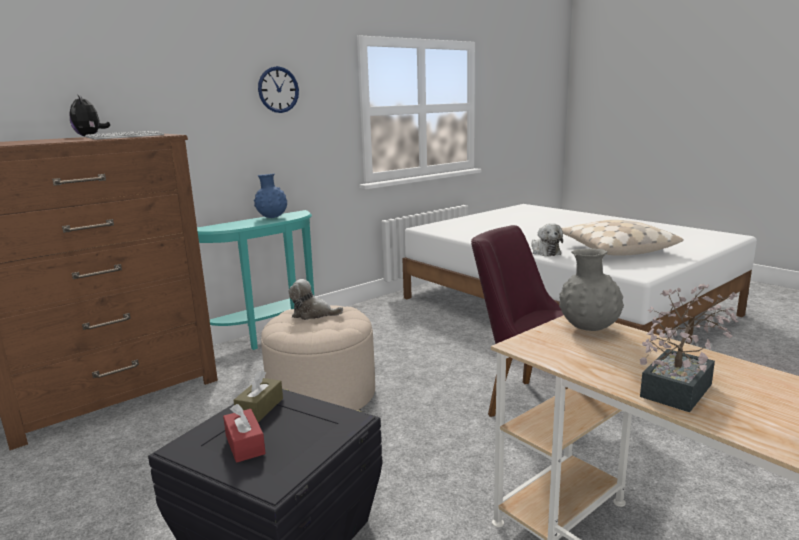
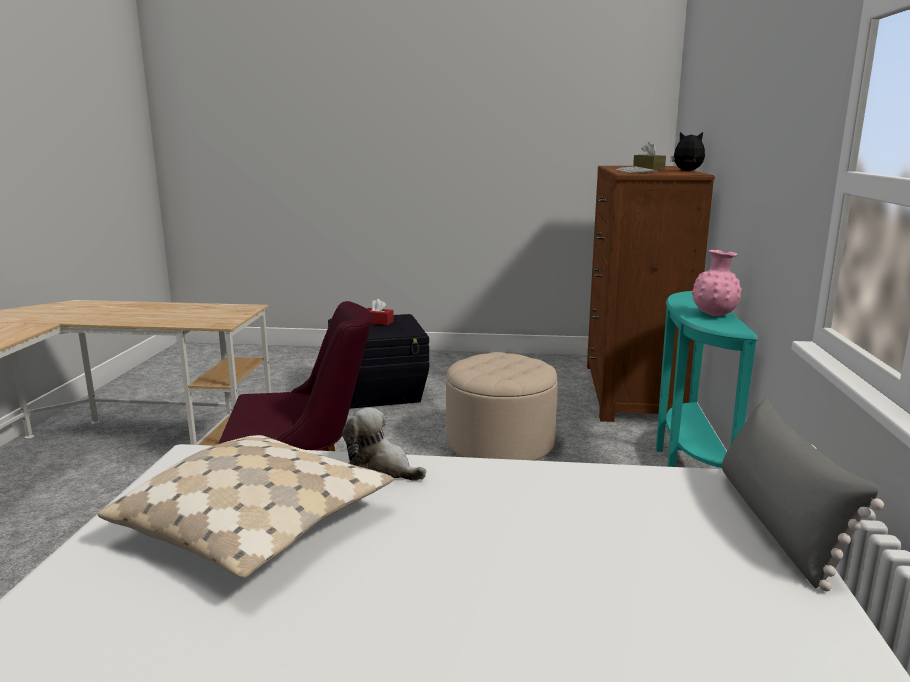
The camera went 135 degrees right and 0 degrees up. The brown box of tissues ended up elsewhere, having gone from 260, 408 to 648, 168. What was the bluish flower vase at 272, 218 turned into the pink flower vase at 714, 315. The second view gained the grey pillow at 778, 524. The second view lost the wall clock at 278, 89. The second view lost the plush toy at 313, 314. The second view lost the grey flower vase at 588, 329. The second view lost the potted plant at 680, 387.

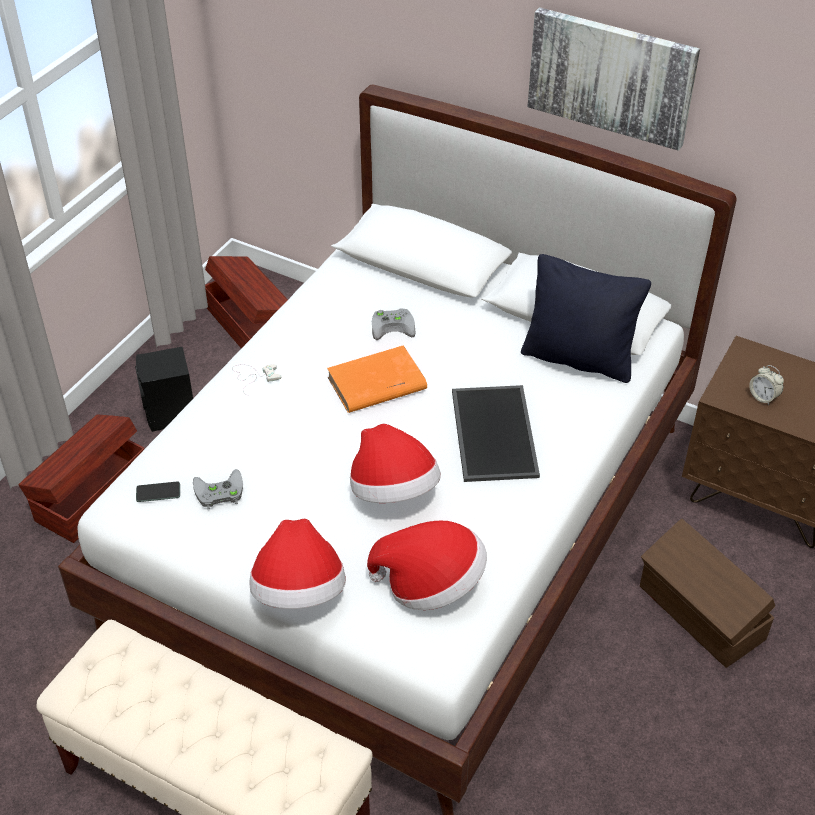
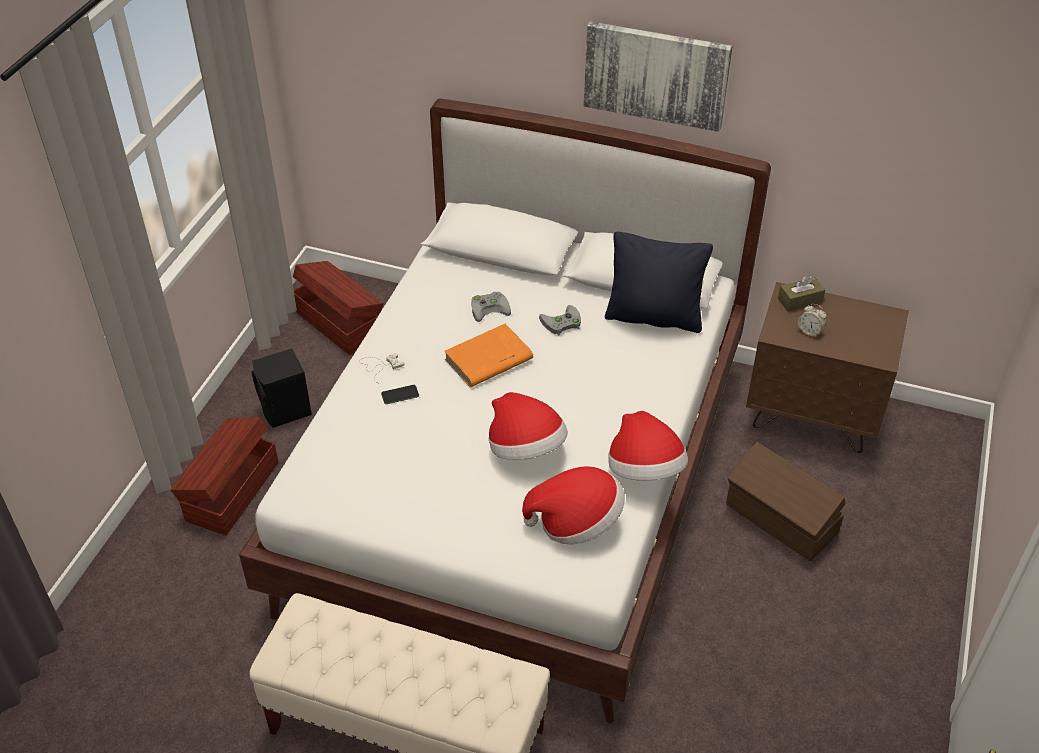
The camera went 10 degrees left and 0 degrees up. The handset ended up elsewhere, having gone from 158, 492 to 400, 395. The grey game controller ended up elsewhere, having gone from 218, 493 to 561, 323. The hat ended up elsewhere, having gone from 299, 592 to 645, 470. The second view gained the brown box of tissues at 800, 300. The second view lost the serving tray at 492, 432.

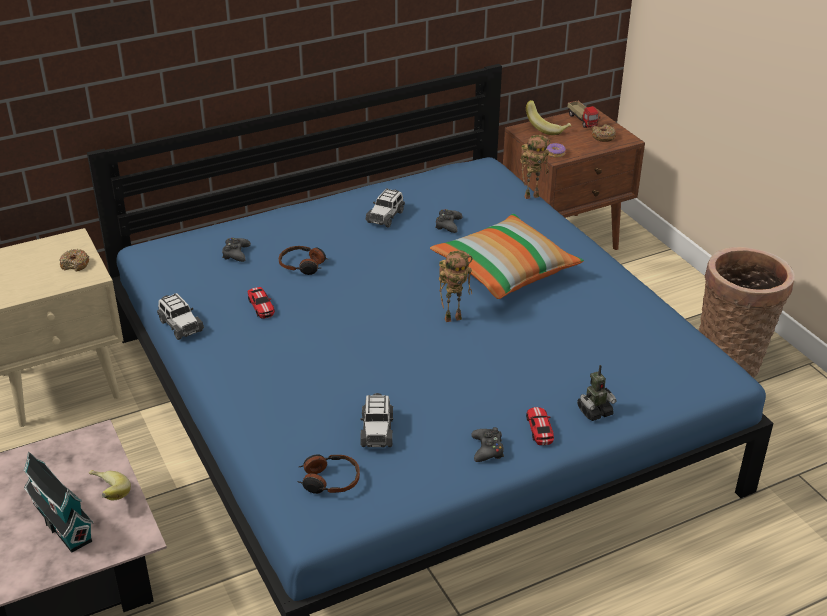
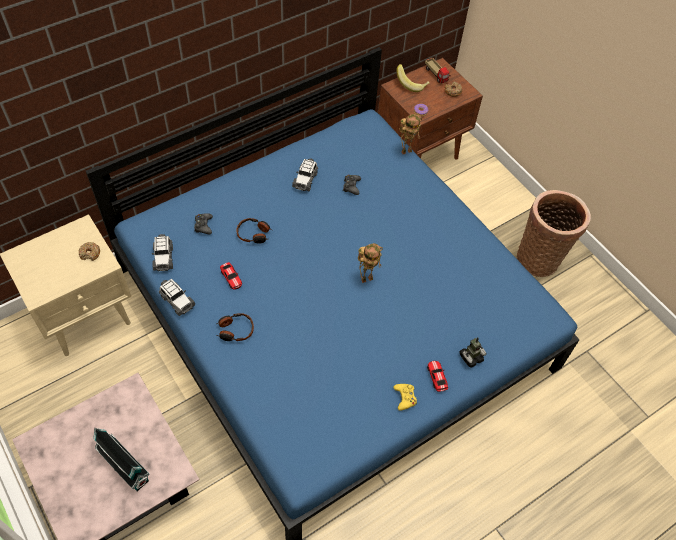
The camera went 10 degrees left and 20 degrees up. The miniature car ended up elsewhere, having gone from 377, 431 to 163, 257. The headphones ended up elsewhere, having gone from 329, 480 to 235, 330. What was the blackish game controller at 487, 449 turned into the yellowish game controller at 405, 398. The second view lost the banana at 107, 496. The second view lost the pillow at 505, 271.

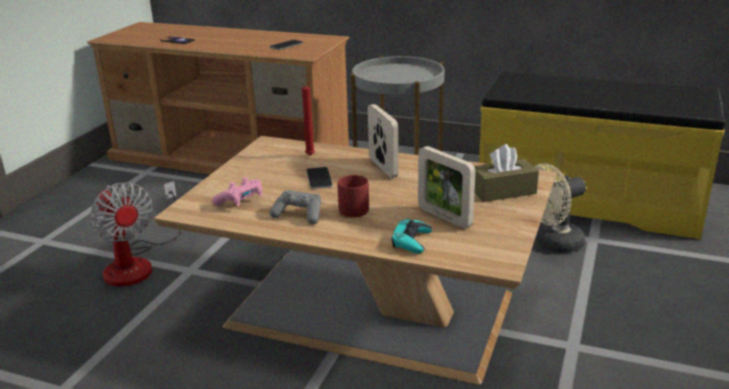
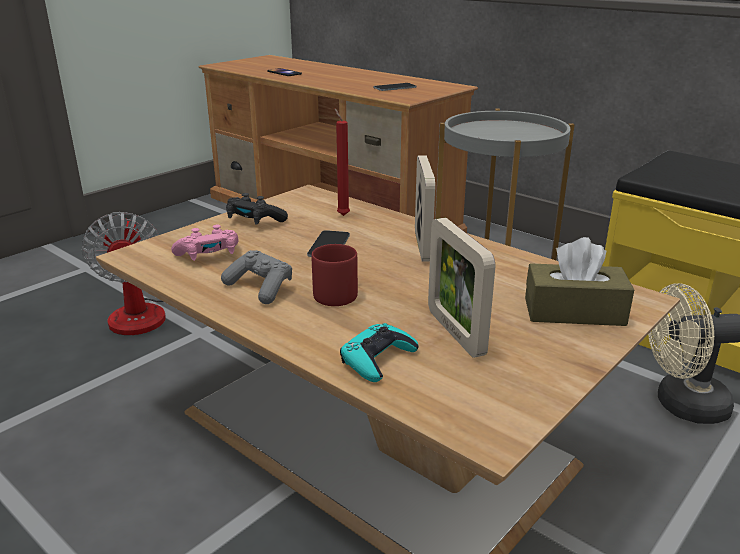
The camera went 20 degrees right and 0 degrees up. The second view gained the blackish game controller at 254, 221.

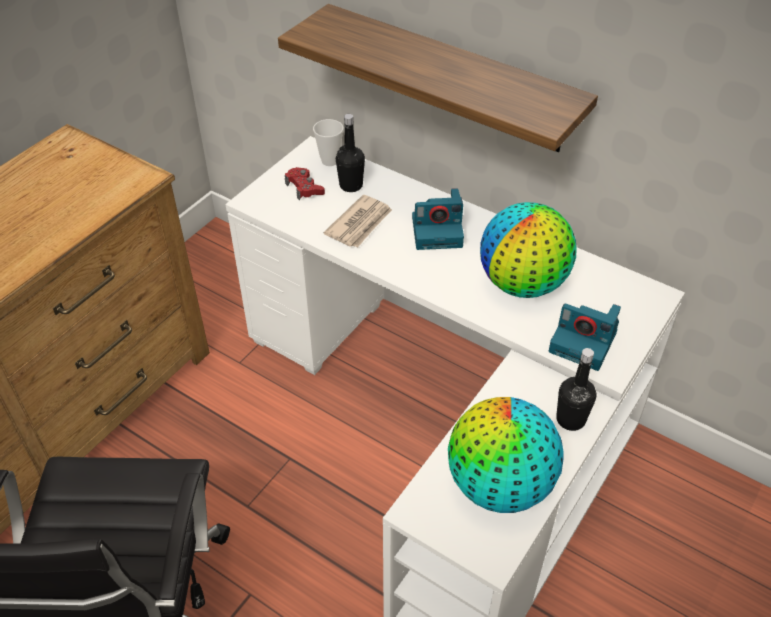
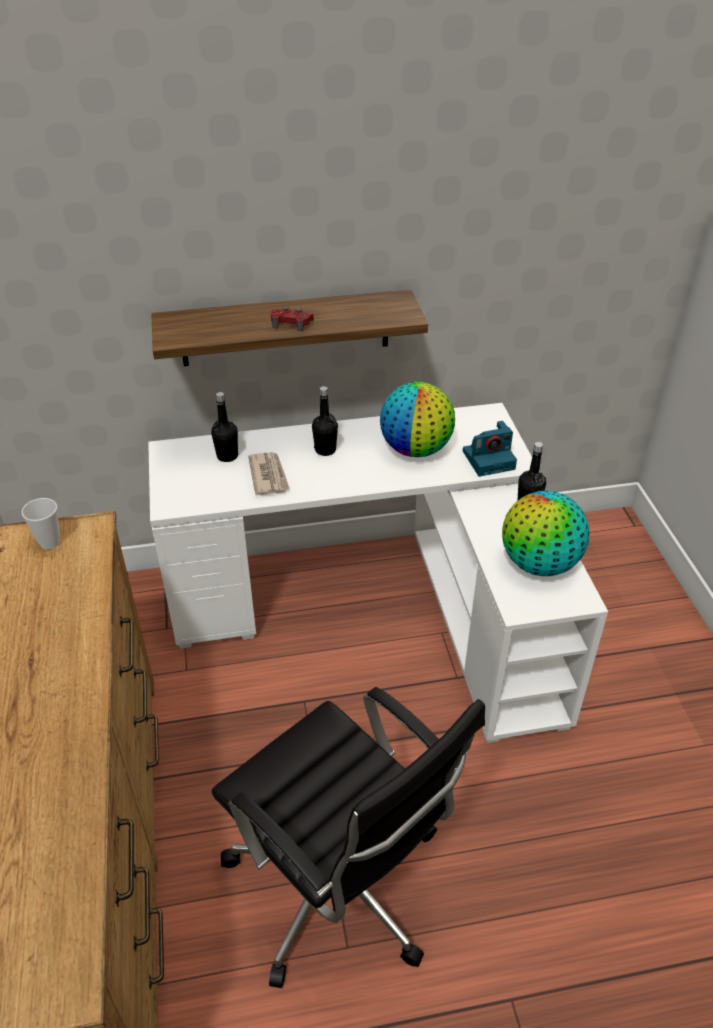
The camera went 45 degrees left and 5 degrees down. The drinking cup ended up elsewhere, having gone from 330, 161 to 49, 542. The reddish game controller ended up elsewhere, having gone from 304, 188 to 291, 323. Where the still camera stood at 438, 231, the blackish drink bottle came to stand at 325, 450.

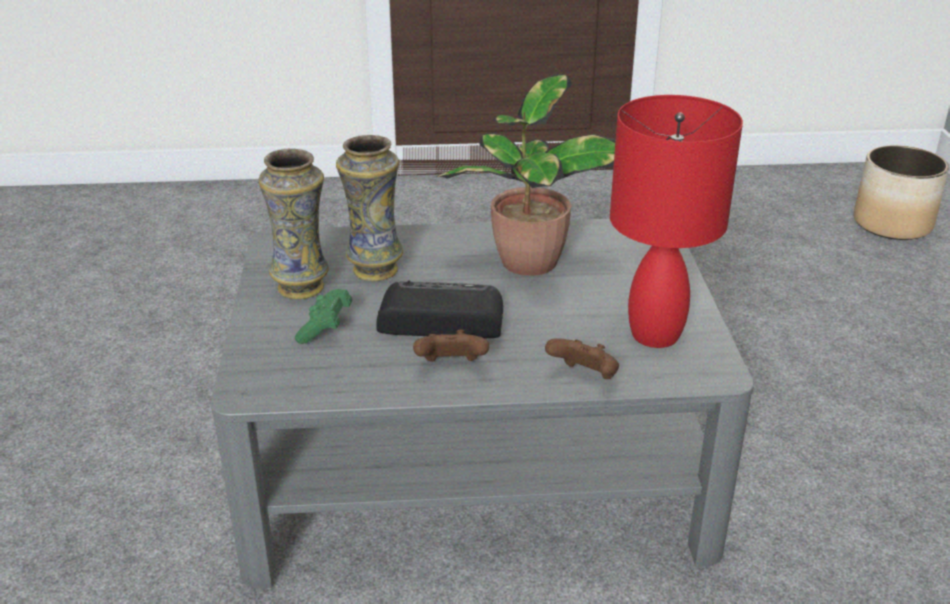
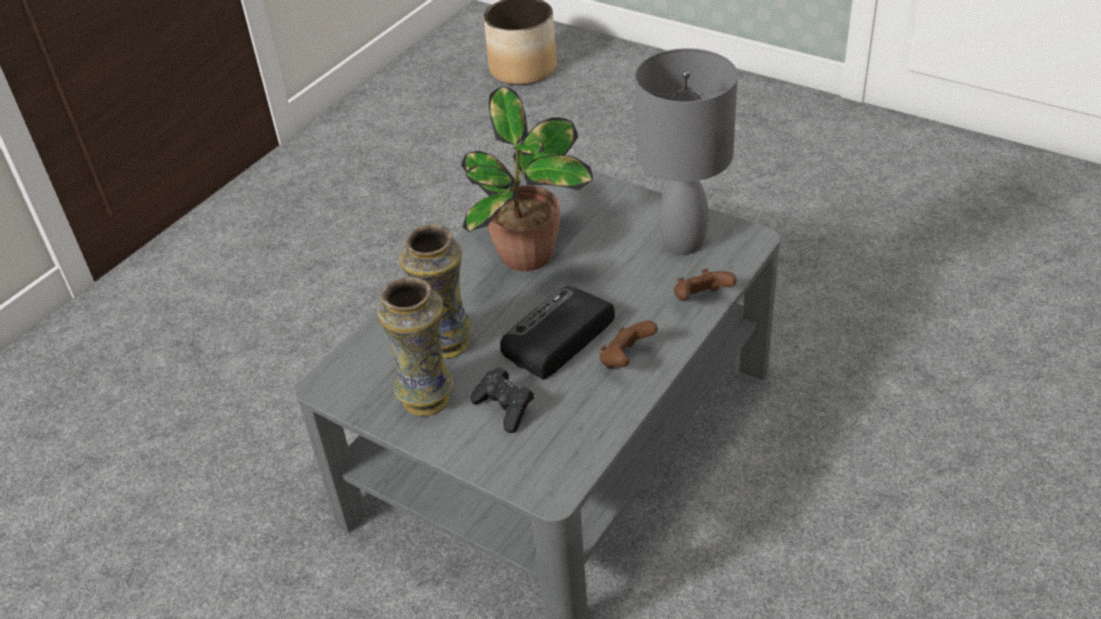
The camera went 50 degrees left and 10 degrees up. What was the greenish game controller at 325, 328 turned into the blackish game controller at 505, 408. What was the reddish lamp for a table at 657, 335 turned into the grey lamp for a table at 684, 241.

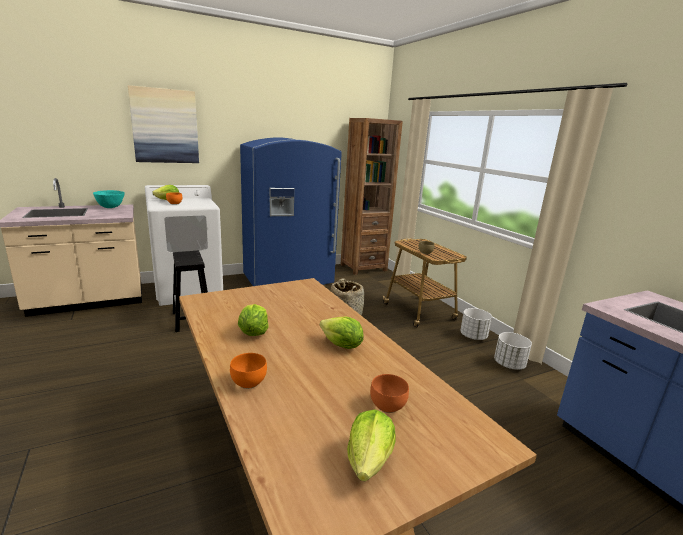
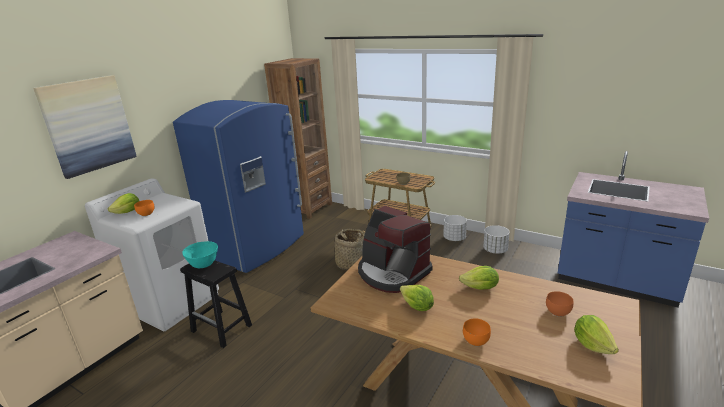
The camera went 30 degrees left and 5 degrees up. The turquoise-coloured serving bowl ended up elsewhere, having gone from 110, 207 to 203, 265. The second view gained the coffee machine at 392, 273.

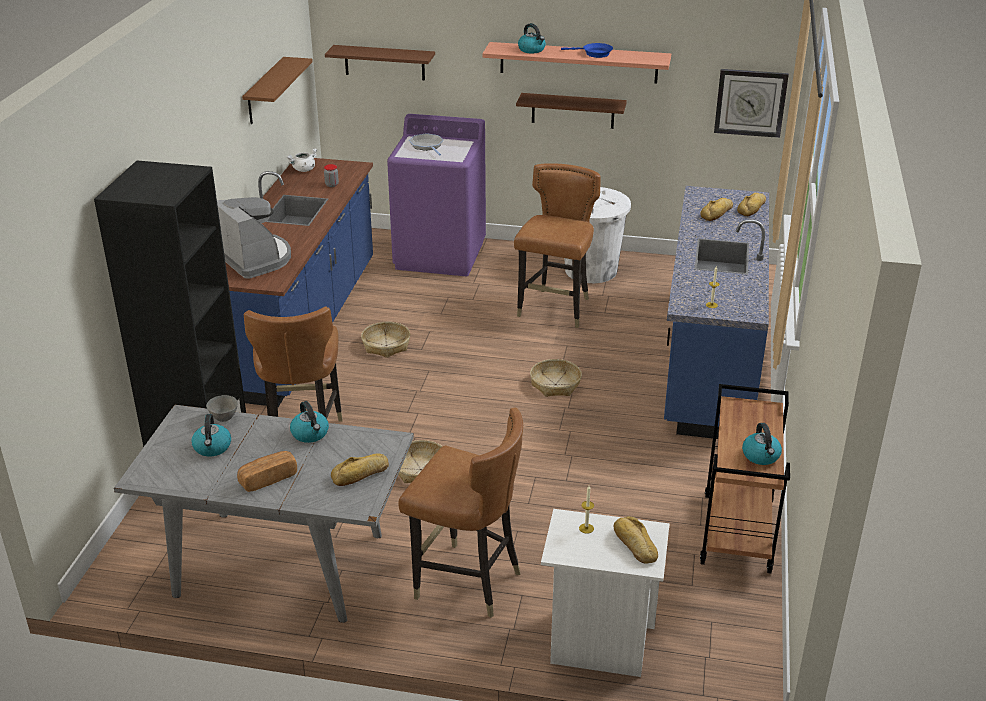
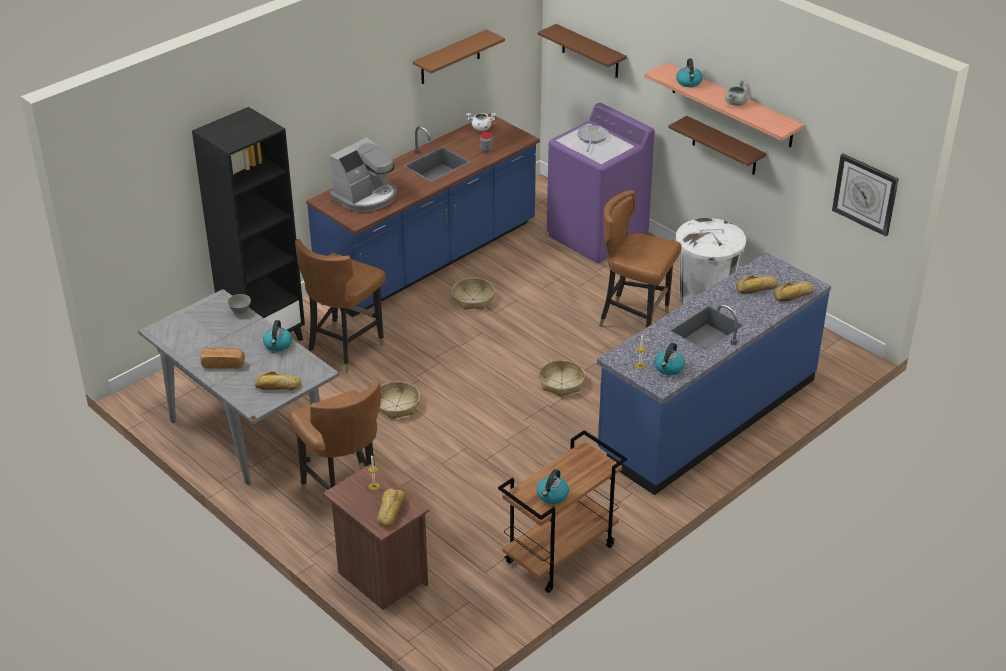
The camera went 35 degrees right and 5 degrees up. What was the white nightstand at 598, 644 turned into the brown nightstand at 380, 577. The coffee machine at 256, 258 ended up facing another way, 45 degrees clockwise from before. The brown chair at 556, 309 ended up facing another way, 120 degrees counterclockwise from before. The kettle ended up elsewhere, having gone from 212, 447 to 669, 368. Where the bluish pan stood at 594, 54, the grey saucepot came to stand at 735, 103.

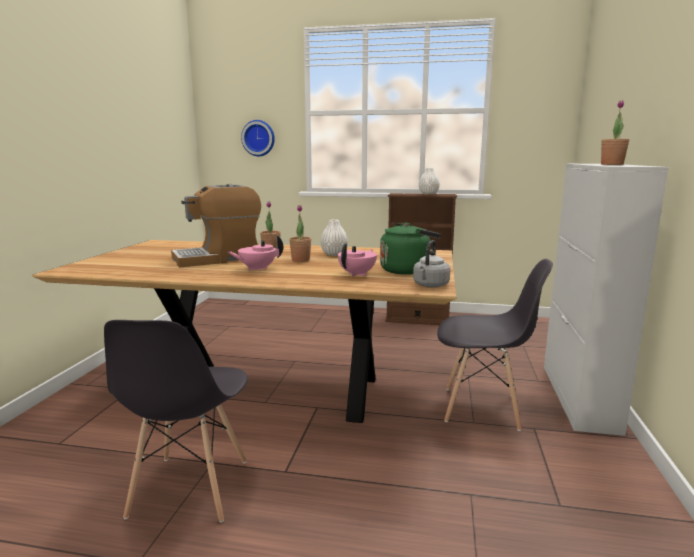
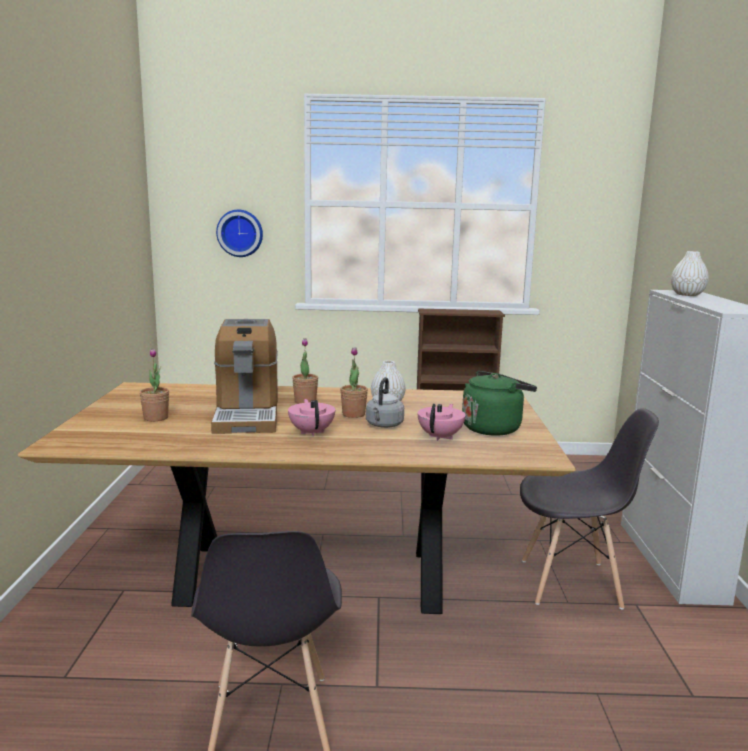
The camera went 10 degrees left and 0 degrees up. The potted plant ended up elsewhere, having gone from 612, 164 to 156, 418. The coffee machine at 218, 258 ended up facing another way, 60 degrees counterclockwise from before. The pink teapot at 257, 269 ended up facing another way, 105 degrees clockwise from before. The grey kettle ended up elsewhere, having gone from 430, 285 to 384, 425. The white flower vase ended up elsewhere, having gone from 428, 194 to 687, 294.

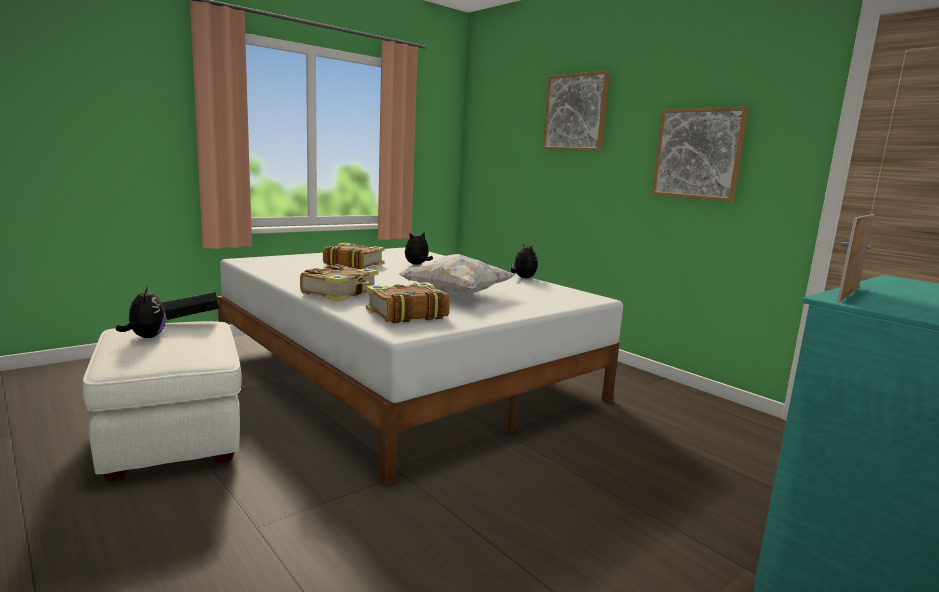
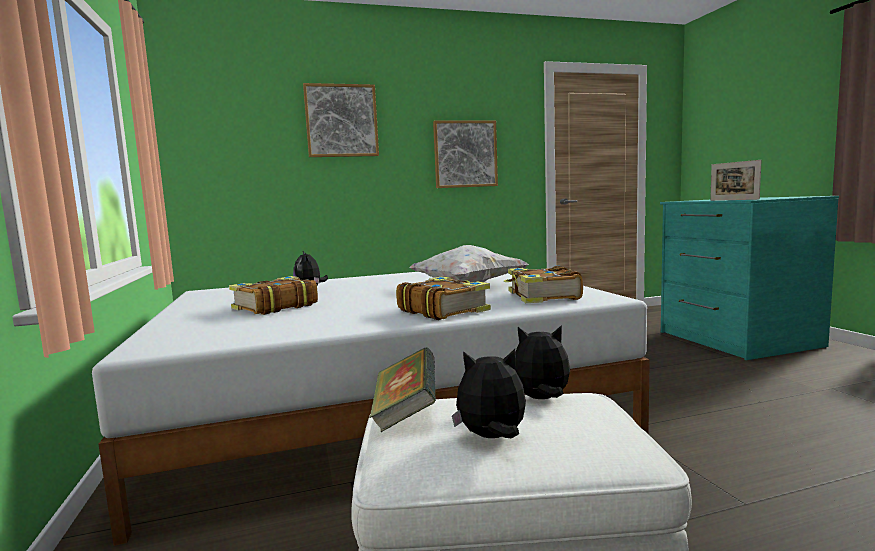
The camera went 65 degrees left and 5 degrees down. The plush toy ended up elsewhere, having gone from 522, 278 to 541, 399.

